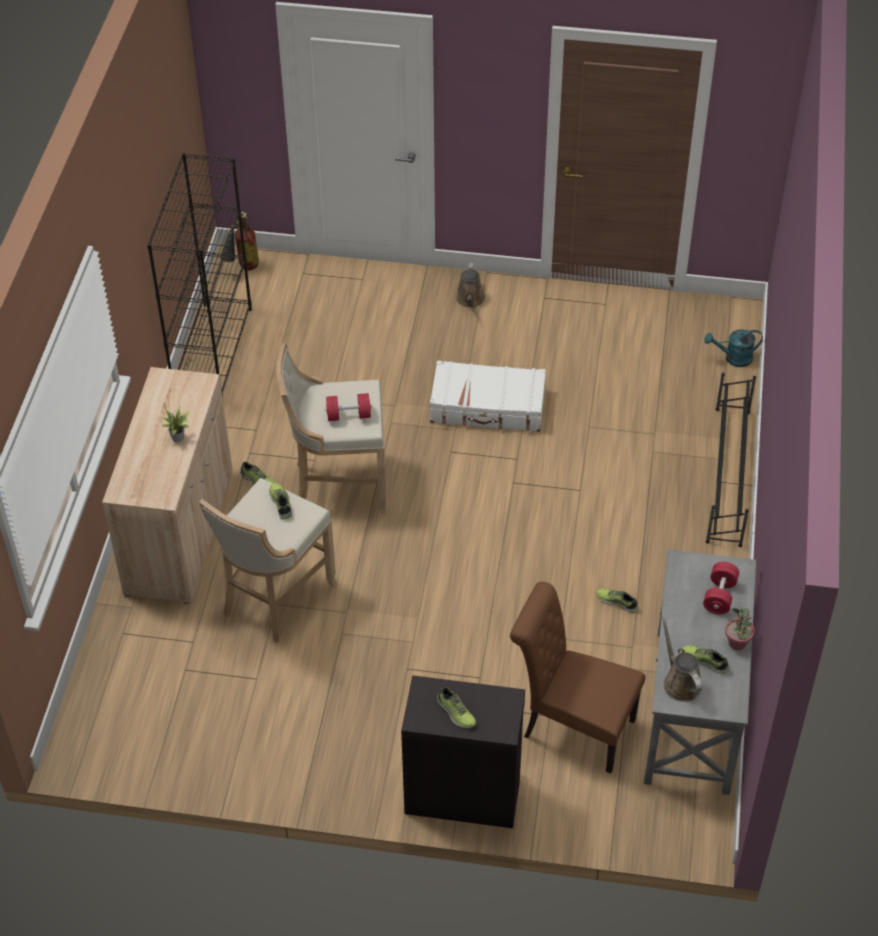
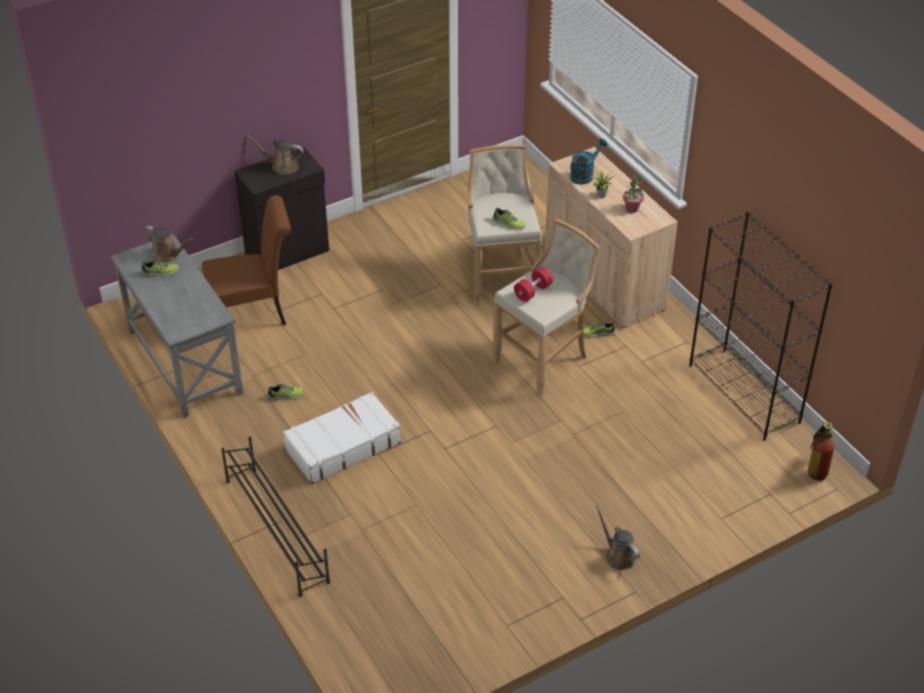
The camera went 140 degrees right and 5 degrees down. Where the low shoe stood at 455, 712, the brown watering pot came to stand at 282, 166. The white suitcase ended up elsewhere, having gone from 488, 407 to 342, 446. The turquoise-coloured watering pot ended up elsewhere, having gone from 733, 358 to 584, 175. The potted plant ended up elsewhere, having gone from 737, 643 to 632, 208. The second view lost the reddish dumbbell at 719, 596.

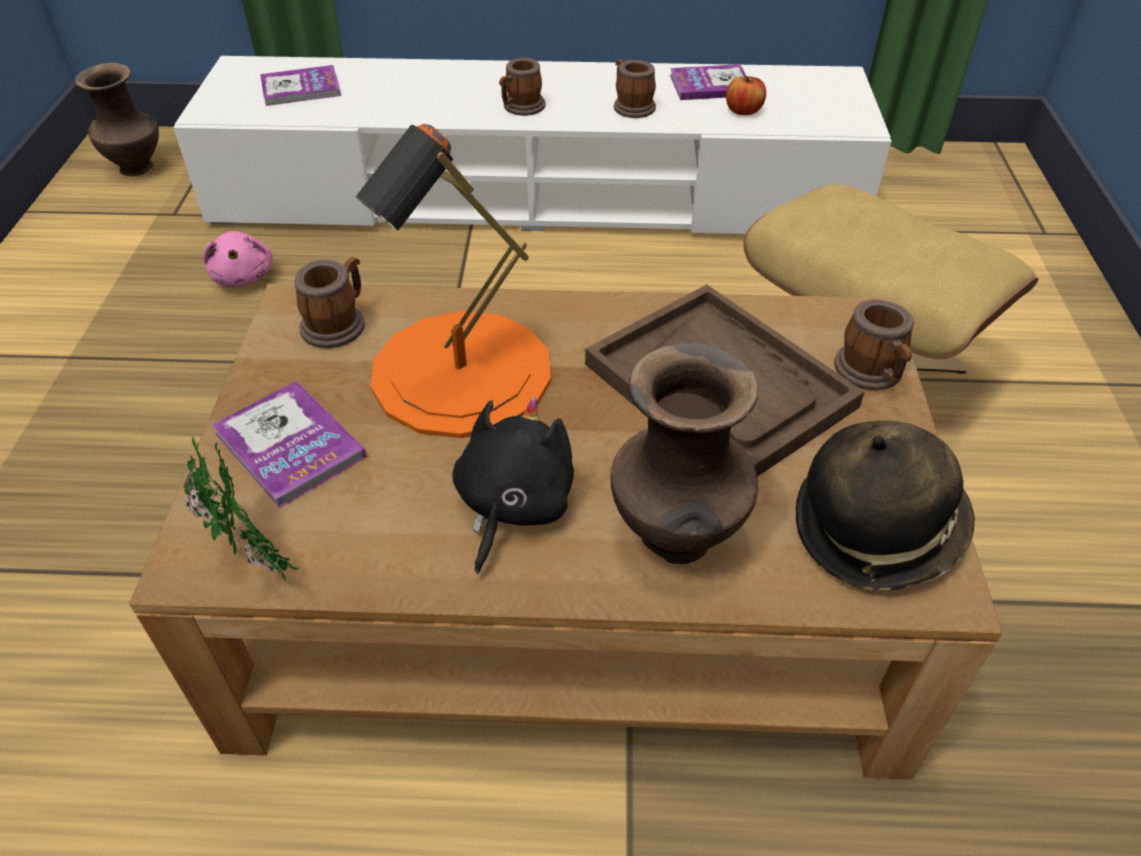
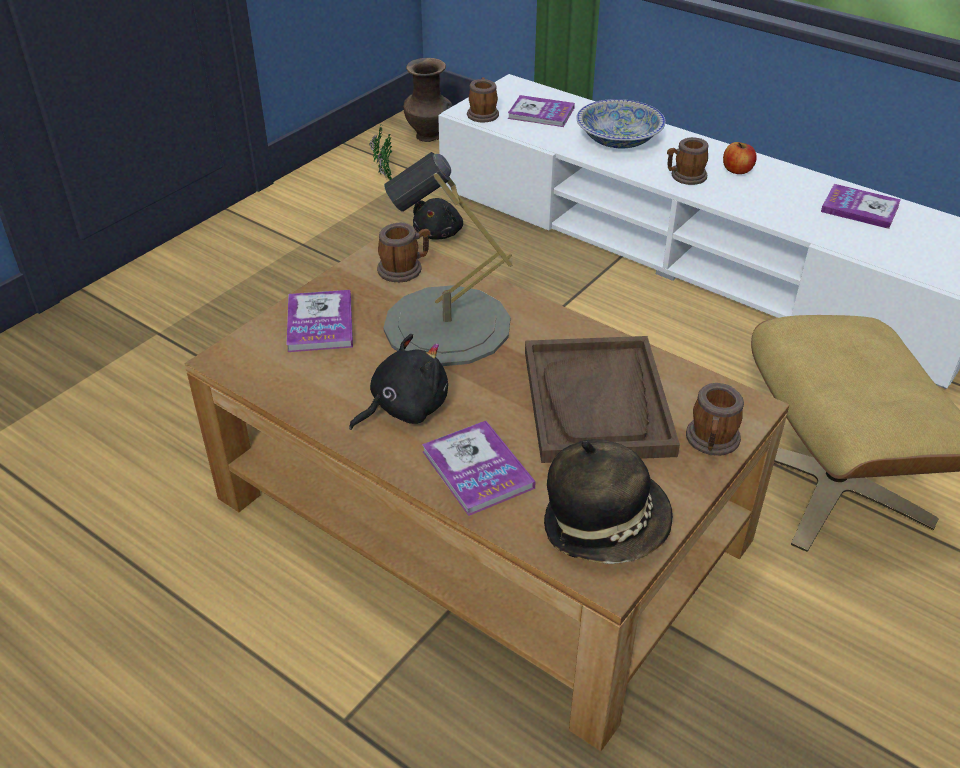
The camera went 35 degrees right and 5 degrees down. The potted plant ended up elsewhere, having gone from 253, 559 to 384, 178. What was the orange lamp for a table at 462, 373 turned into the grey lamp for a table at 447, 326. What was the pink plush toy at 244, 276 turned into the blackish plush toy at 439, 233. Where the brown flower vase stood at 676, 539, the volume came to stand at 477, 469. The mug ended up elsewhere, having gone from 631, 106 to 482, 113. The second view gained the serving bowl at 618, 140. The apple fruit ended up elsewhere, having gone from 743, 111 to 737, 170.

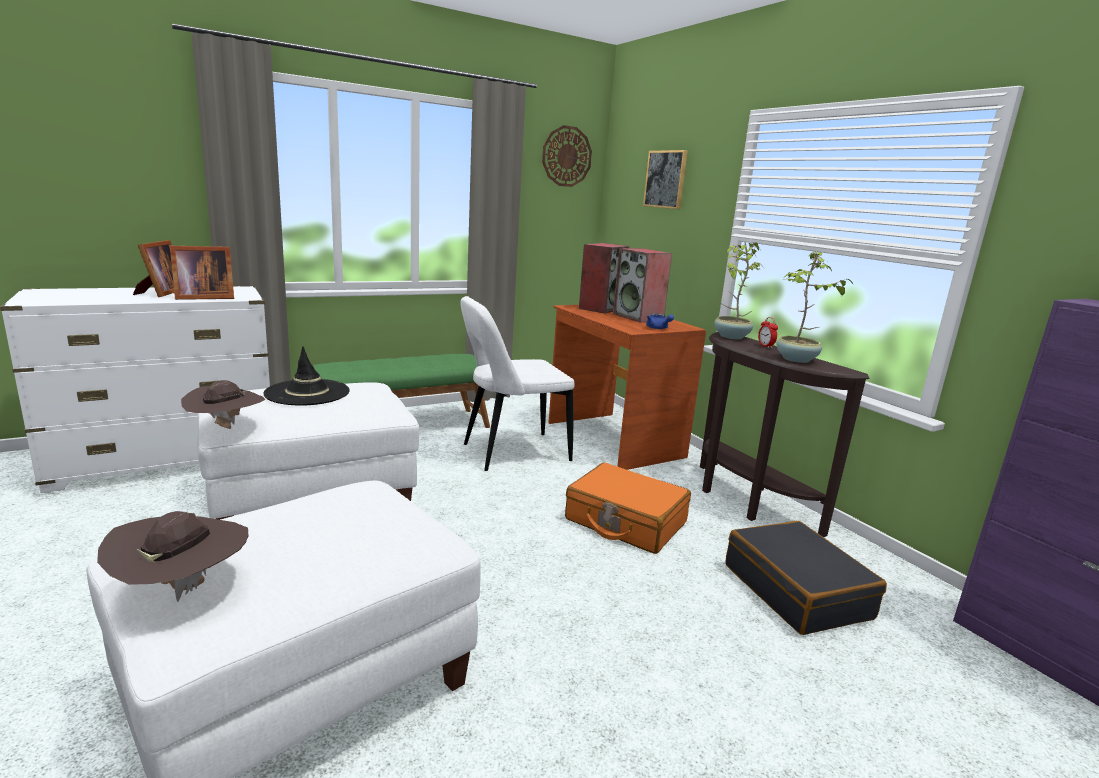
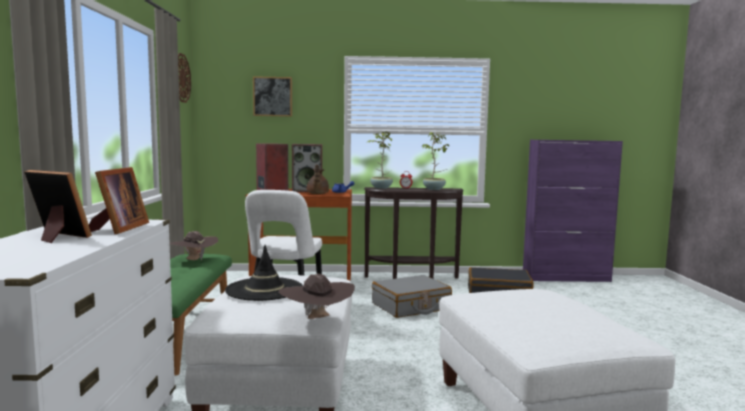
The camera went 60 degrees left and 10 degrees down. The brown hat ended up elsewhere, having gone from 182, 588 to 194, 260. The second view gained the brown teapot at 317, 194. What was the orange suitcase at 625, 521 turned into the grey suitcase at 411, 306.

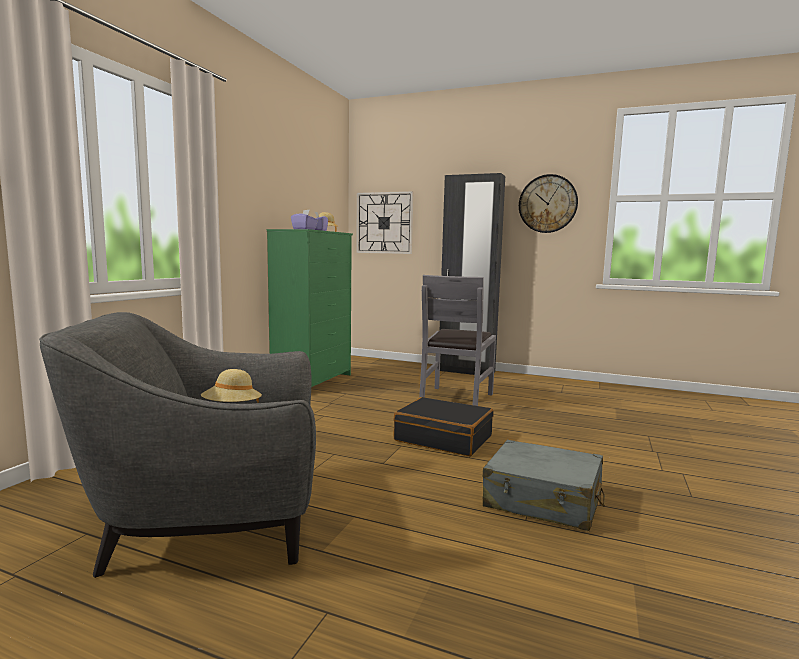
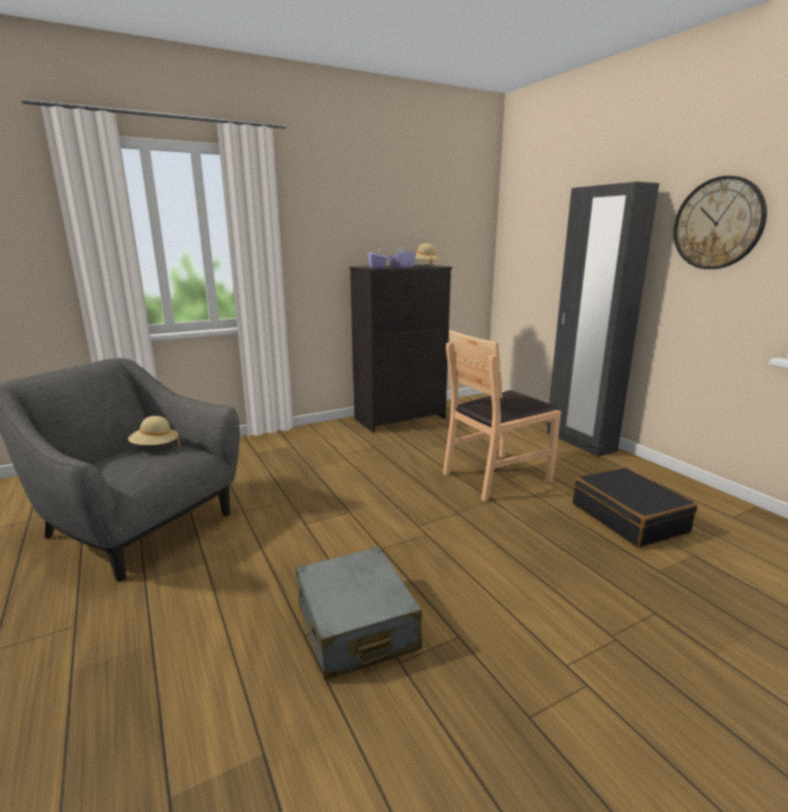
The camera went 40 degrees right and 10 degrees up. What was the greenish drawer chest at 314, 381 turned into the blackish drawer chest at 401, 418. What was the grey chair at 455, 399 turned into the brown chair at 496, 476. The blackish suitcase ended up elsewhere, having gone from 443, 438 to 629, 518. The second view lost the wall clock at 384, 223.

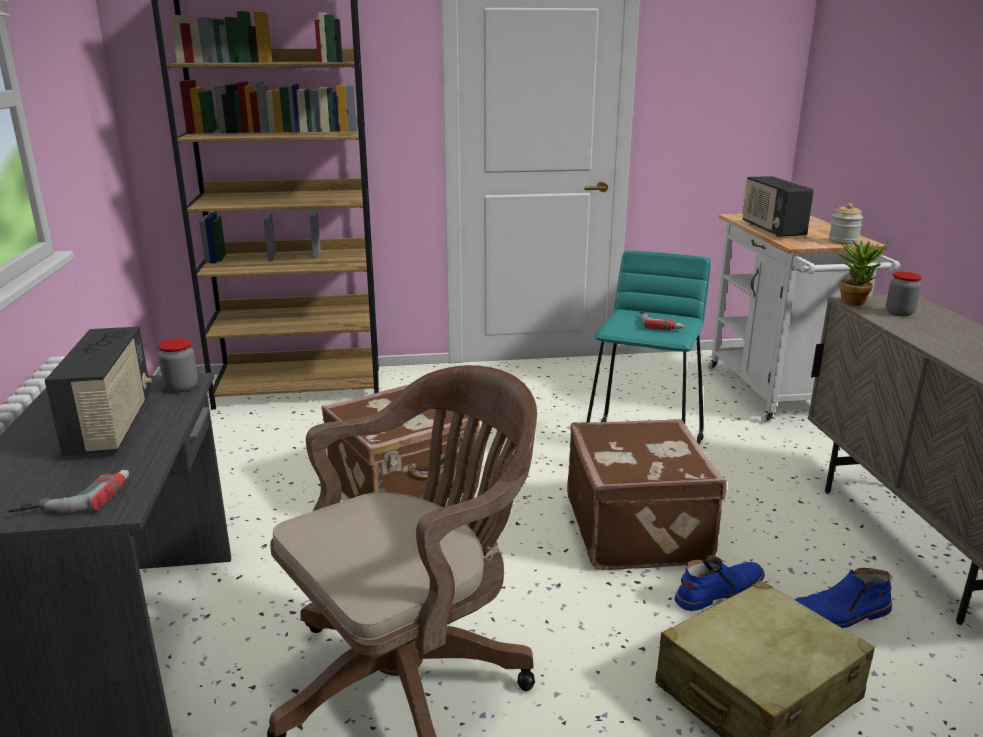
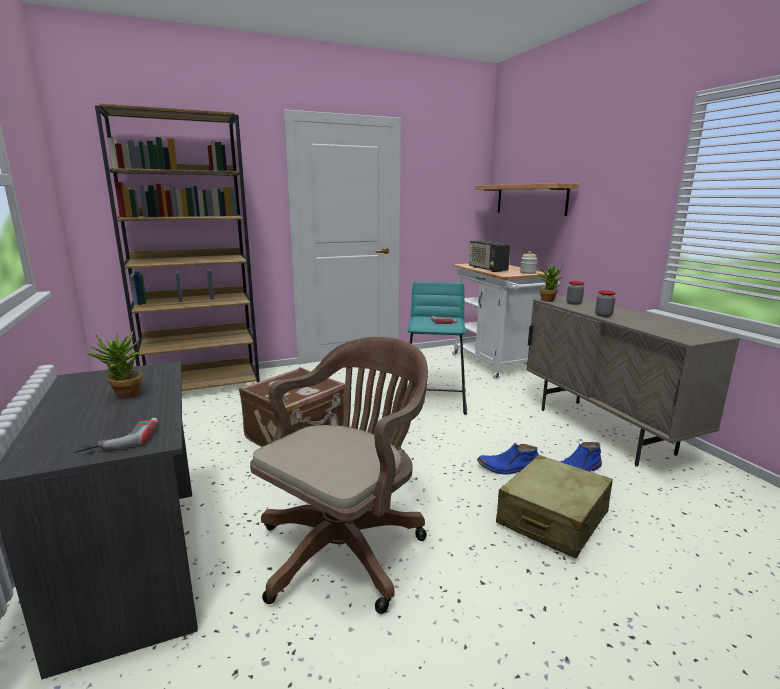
The camera went 15 degrees left and 5 degrees down. Where the radio receiver stood at 113, 426, the potted plant came to stand at 124, 396. The second view gained the bracket shelf at 530, 199. The bluish boot at 718, 592 ended up facing another way, 135 degrees counterclockwise from before. The preserve jar ended up elsewhere, having gone from 181, 387 to 603, 315. The second view lost the brown suitcase at 639, 529.

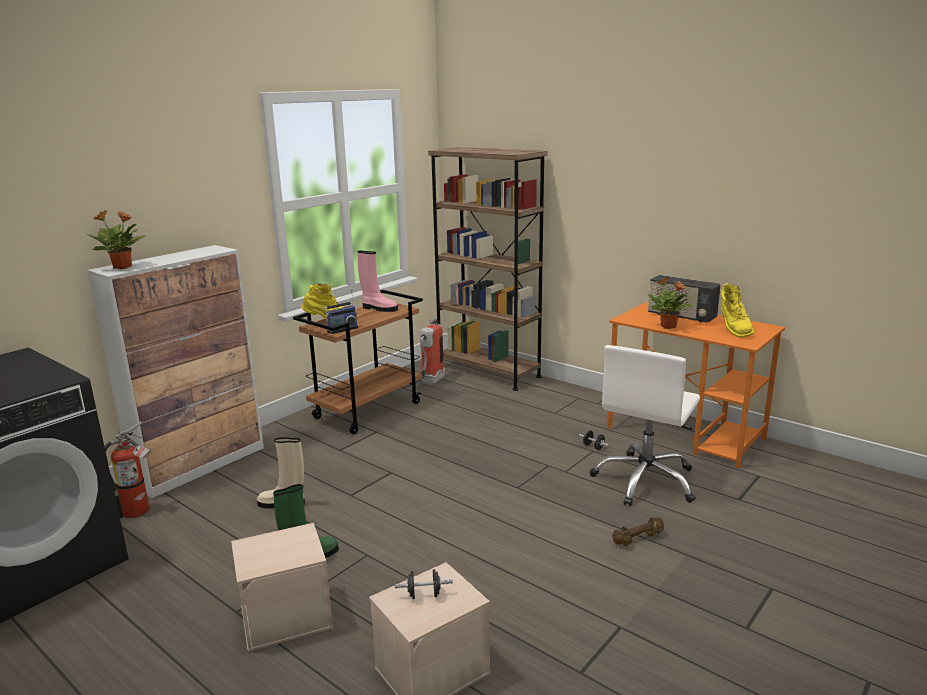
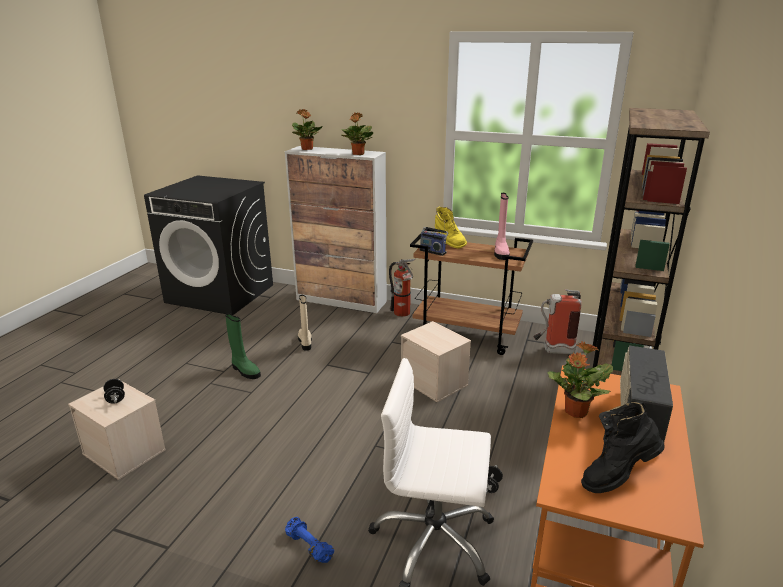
The camera went 70 degrees right and 5 degrees up. What was the brown dumbbell at 638, 539 turned into the bluish dumbbell at 308, 547. The second view gained the potted plant at 358, 154. The extinguisher ended up elsewhere, having gone from 140, 510 to 403, 314. The sand-coloured storage box ended up elsewhere, having gone from 287, 616 to 435, 382. What was the yellowish boot at 733, 330 turned into the blackish boot at 617, 476.

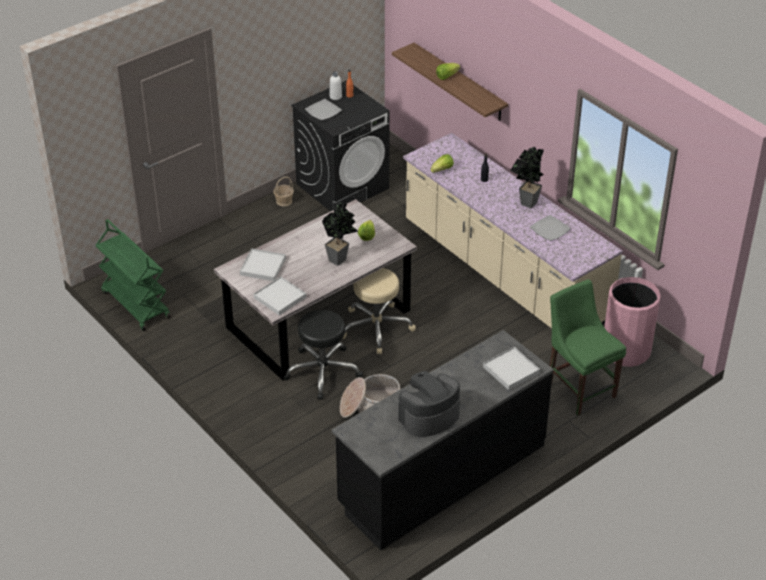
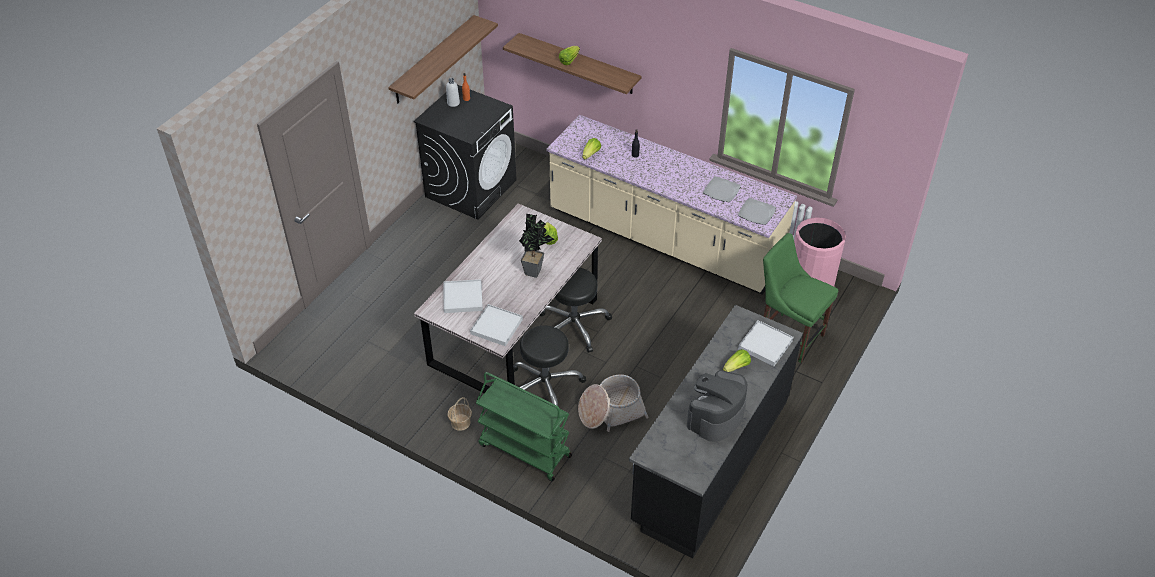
The camera went 20 degrees left and 5 degrees up. The second view gained the bracket shelf at 433, 60. The basket ended up elsewhere, having gone from 284, 201 to 460, 422. The greenish trolley ended up elsewhere, having gone from 135, 304 to 524, 450. What was the sand-coloured stool seat at 376, 328 turned into the blackish stool seat at 573, 325. The second view gained the head of lettuce at 736, 367. The dinner plate ended up elsewhere, having gone from 323, 111 to 757, 213. The second view lost the potted plant at 526, 204.

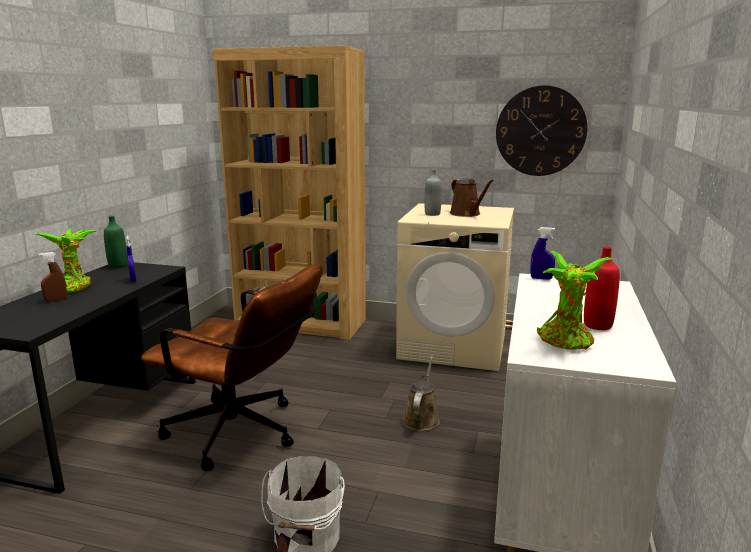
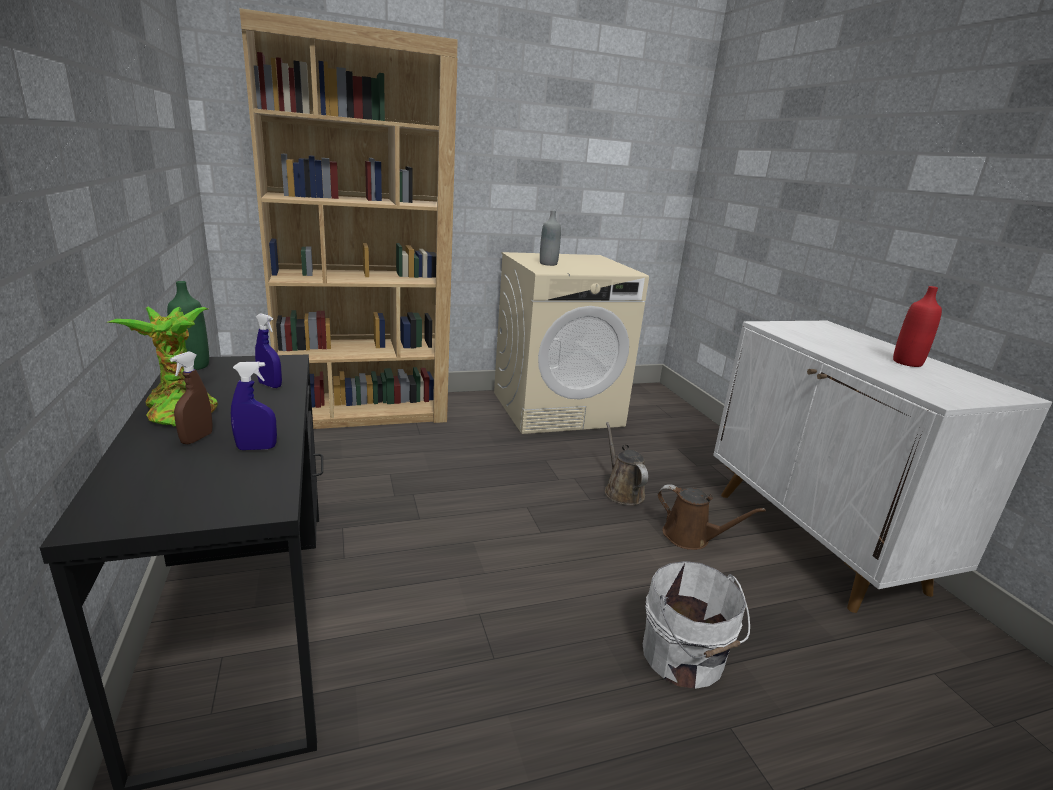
The camera went 35 degrees left and 5 degrees up. The bluish hand sprayer ended up elsewhere, having gone from 541, 278 to 256, 448. The brown watering pot ended up elsewhere, having gone from 467, 214 to 691, 537. The second view lost the brown desk chair at 243, 435. The second view lost the wall clock at 540, 131. The second view lost the potted plant at 566, 342.

